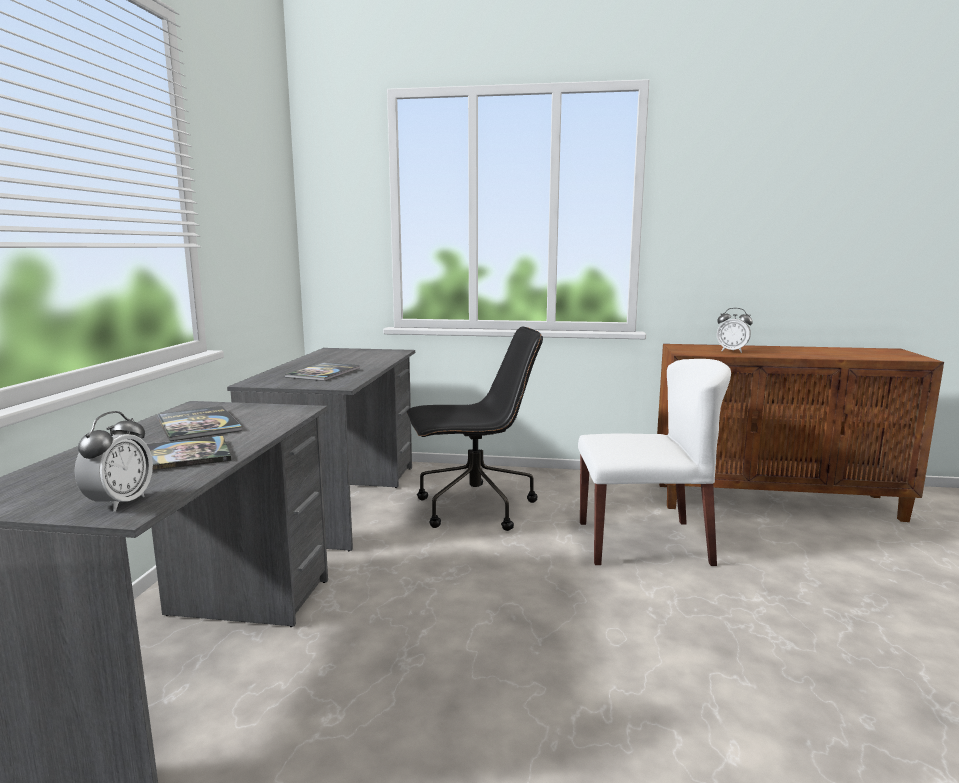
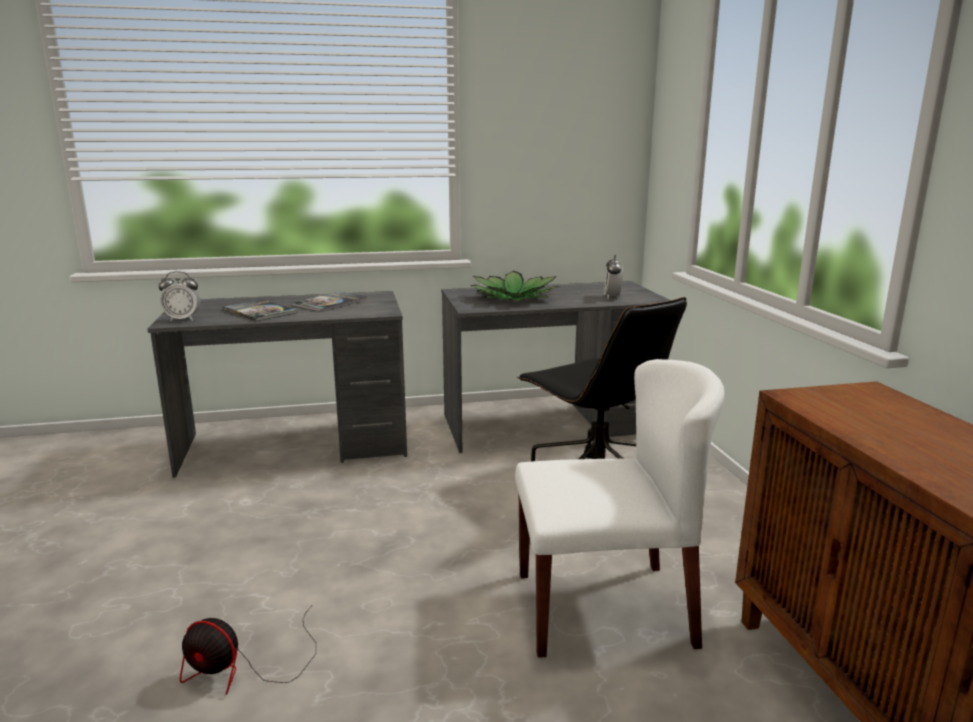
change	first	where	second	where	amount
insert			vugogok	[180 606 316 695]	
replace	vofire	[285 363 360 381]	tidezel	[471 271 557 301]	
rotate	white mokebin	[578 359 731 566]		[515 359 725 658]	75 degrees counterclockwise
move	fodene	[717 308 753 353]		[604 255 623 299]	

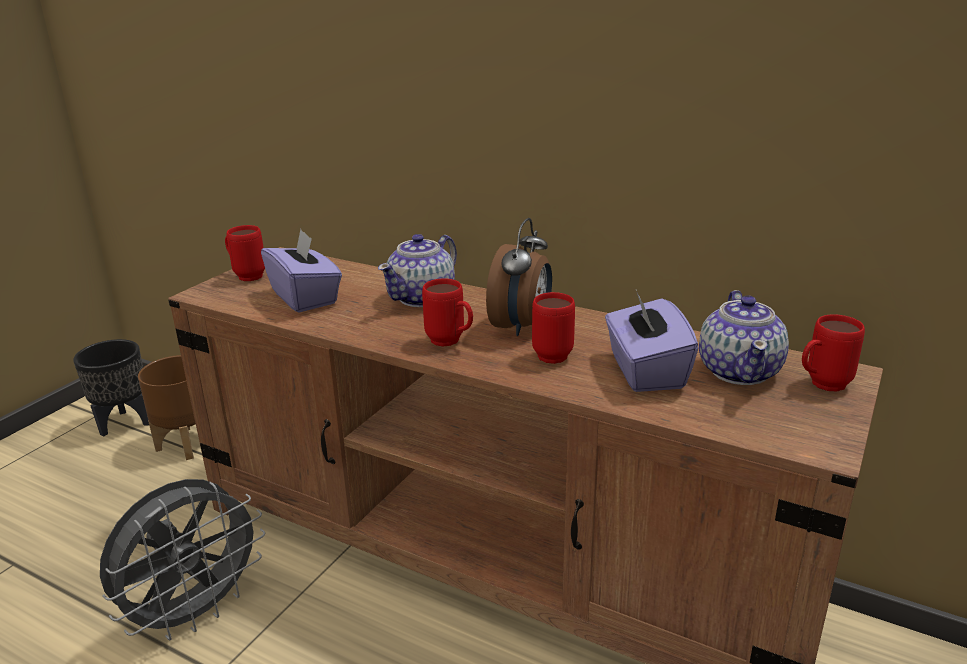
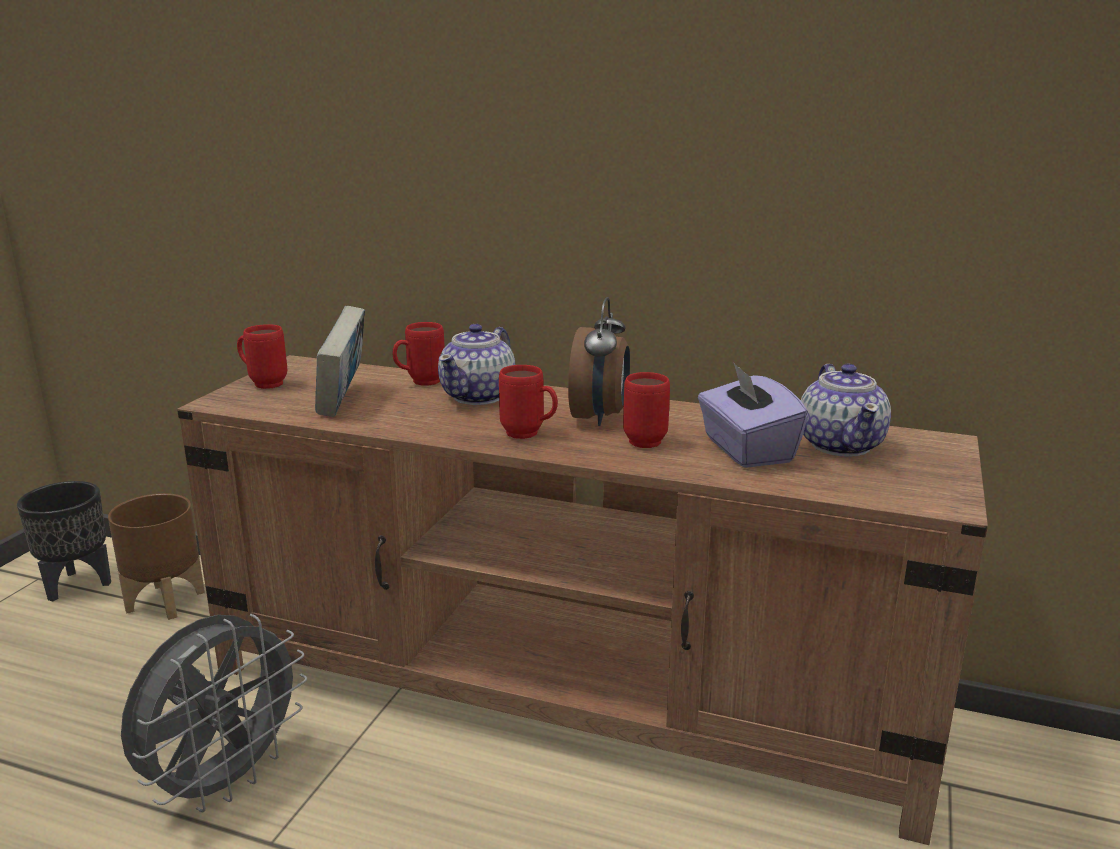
change	first	where	second	where	amount
replace	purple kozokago	[261 230 342 312]	vofire	[315 306 365 417]	
move	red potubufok	[802 314 865 392]		[392 322 445 386]	

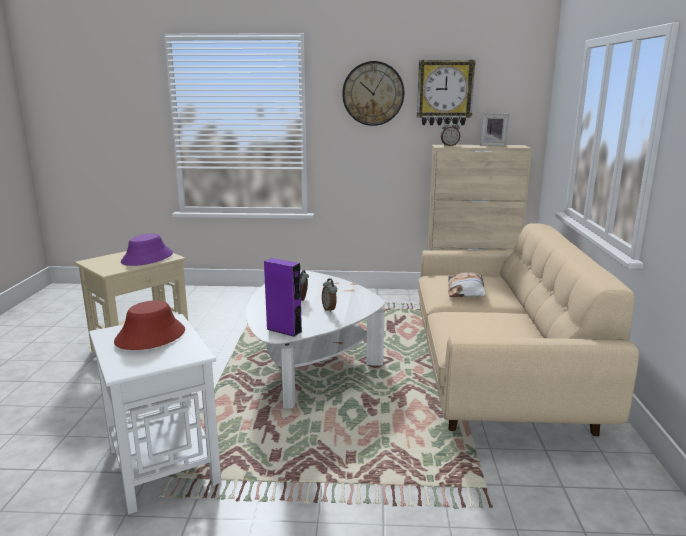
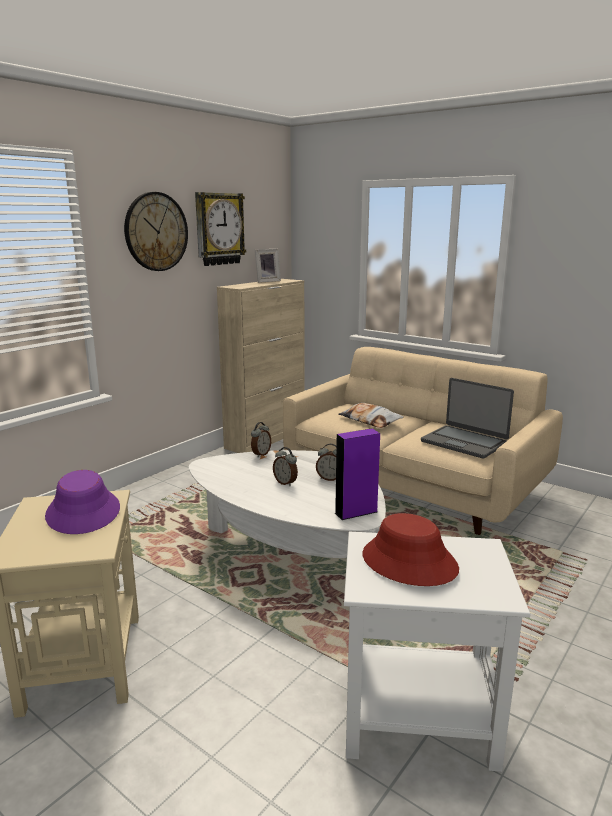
change	first	where	second	where	amount
move	fodene	[441 120 460 146]		[251 422 271 457]	
insert			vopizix	[421 378 514 459]	

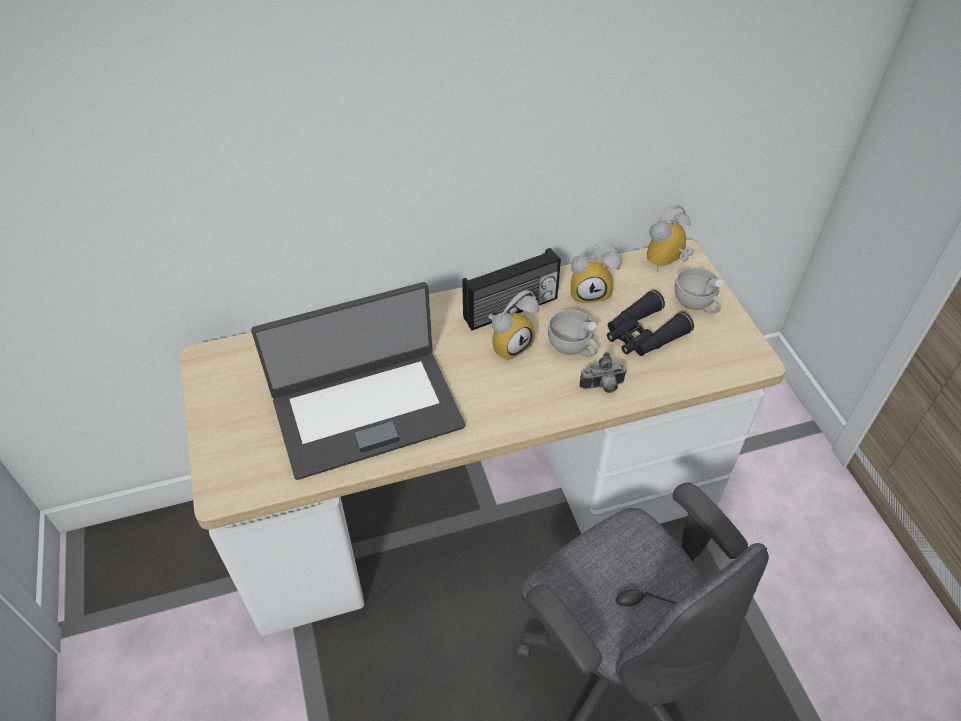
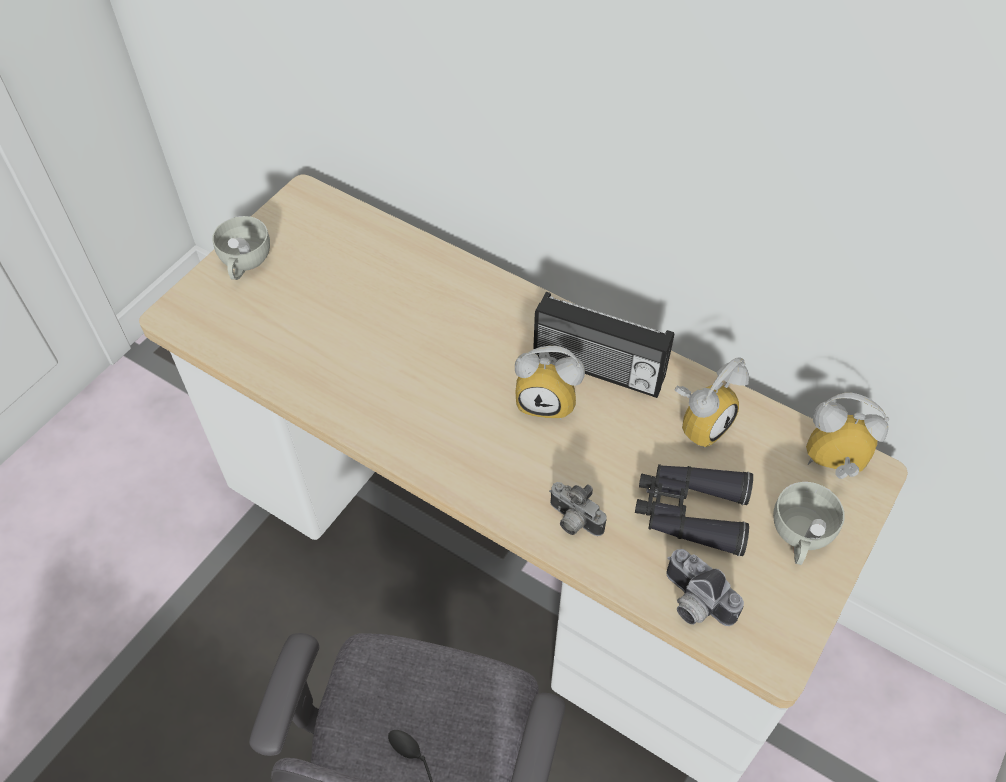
change	first	where	second	where	amount
move	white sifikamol	[548 310 598 357]		[212 216 270 280]	
insert			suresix	[666 549 744 626]	
rotate	fodene	[571 242 622 304]		[675 357 749 448]	90 degrees counterclockwise
delete	vopizix	[251 282 465 480]			

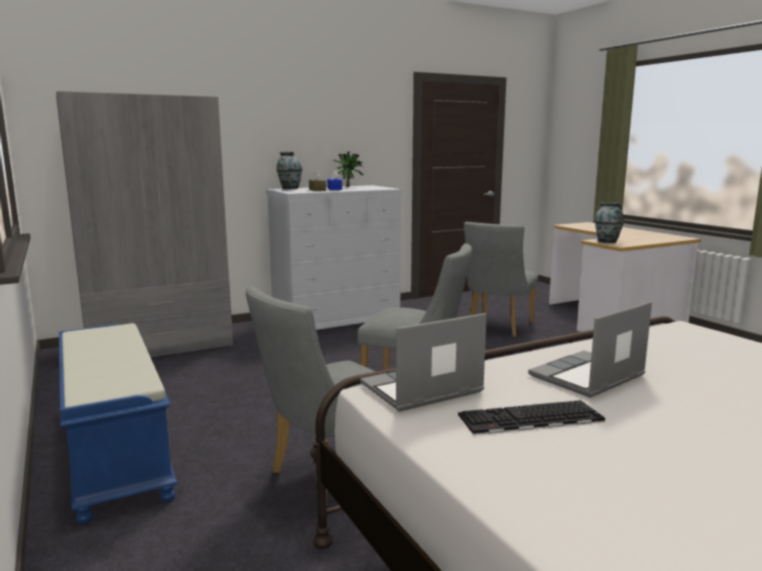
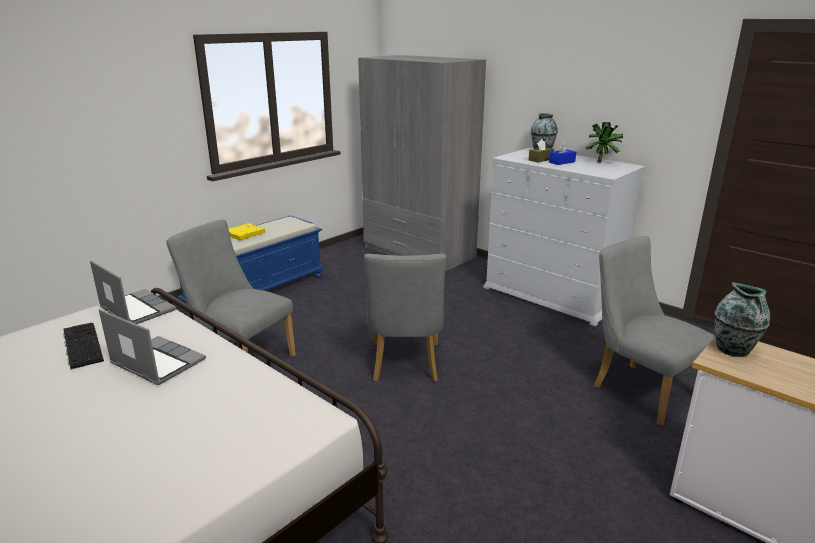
change	first	where	second	where	amount
insert			yellow vofire	[229 223 265 240]	
rotate	grey mokebin	[464 222 538 337]		[594 236 715 426]	45 degrees clockwise

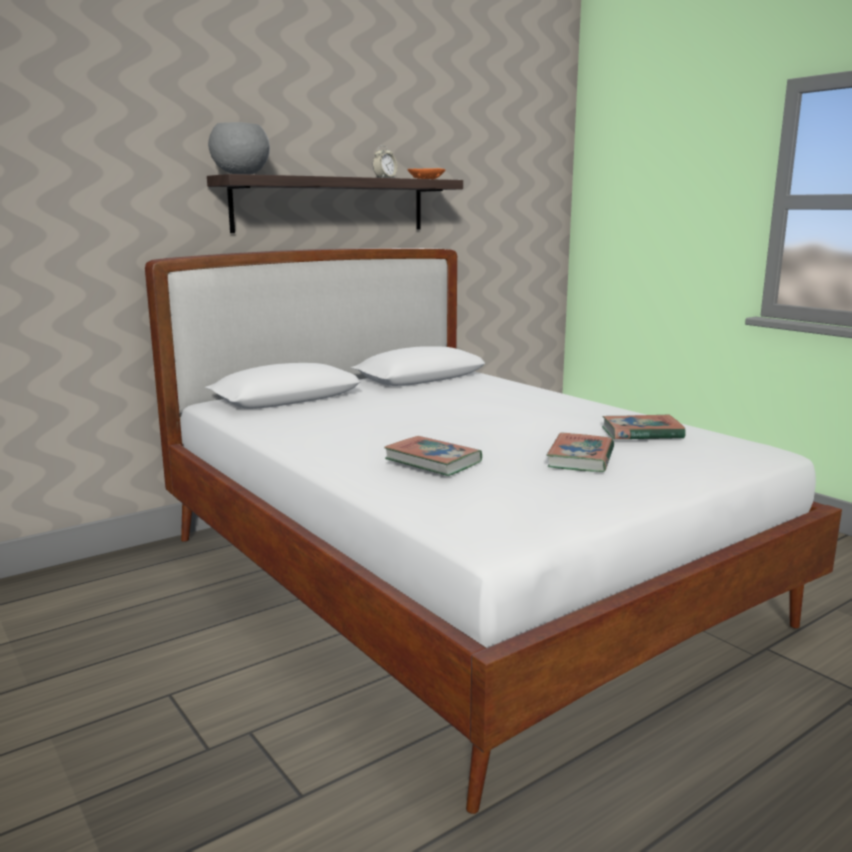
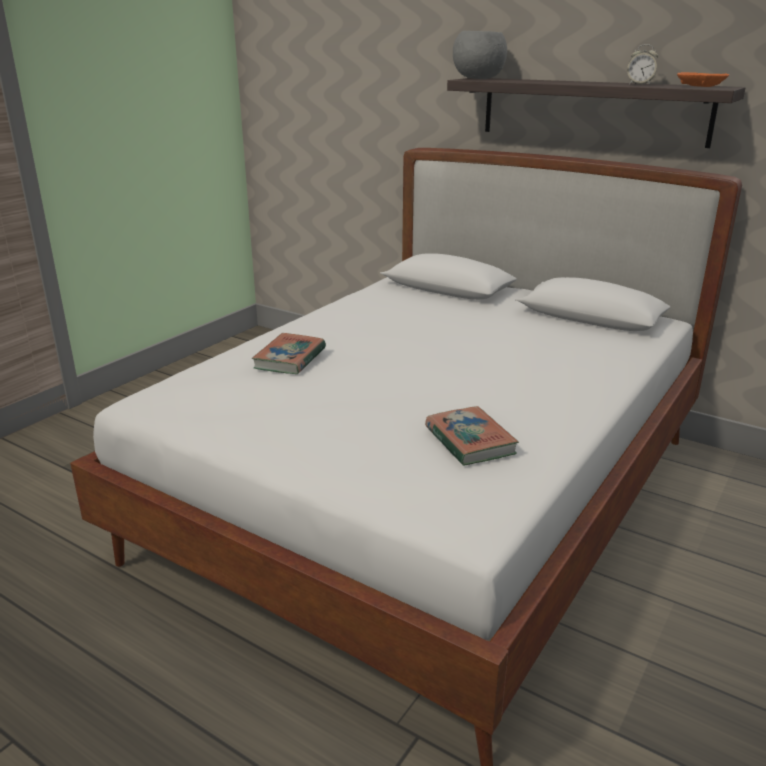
change	first	where	second	where	amount
delete	vofire	[547 433 614 472]			

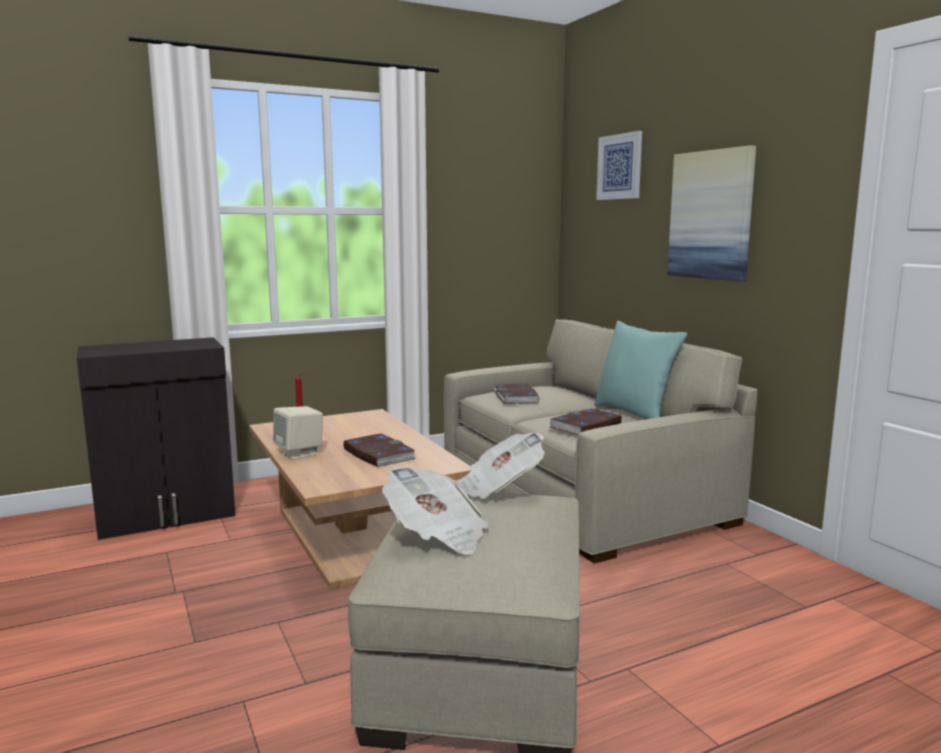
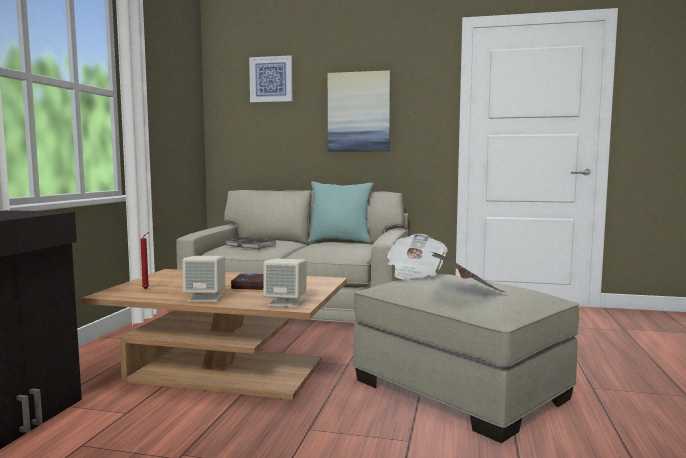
change	first	where	second	where	amount
insert			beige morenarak	[263 259 307 307]	
delete	vofire	[549 409 622 435]			

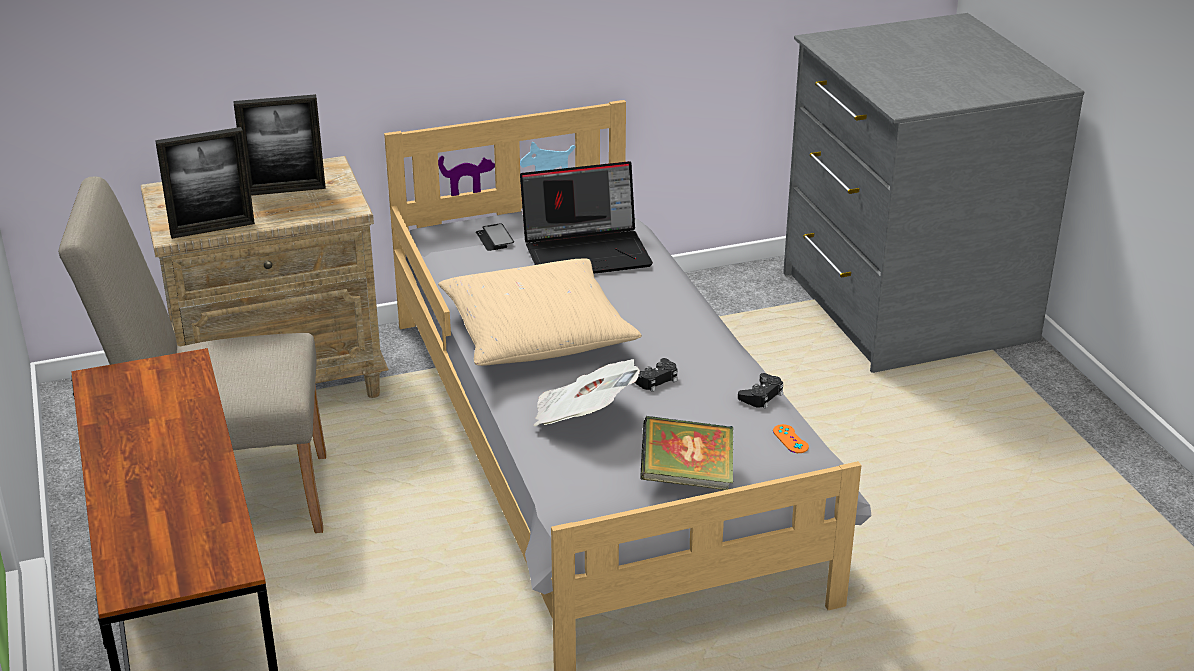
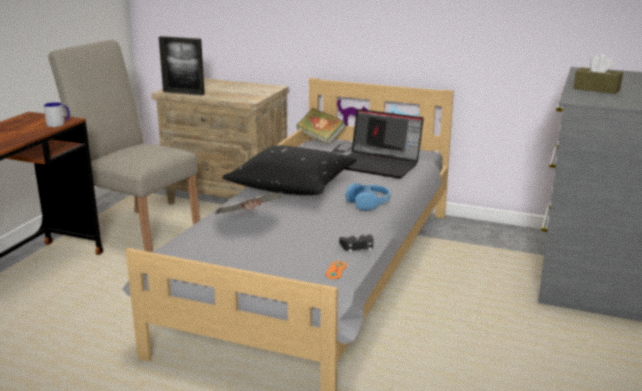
change	first	where	second	where	amount
insert			potubufok	[44 102 70 127]	
recolor	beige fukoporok	[438 258 642 366]	black fukoporok	[222 145 357 195]	
move	vofire	[640 416 734 490]		[296 108 346 145]	
insert			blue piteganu	[345 183 391 211]	
insert			brown kozokago	[574 54 623 94]	
delete	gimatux	[234 94 326 196]			
delete	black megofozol	[635 358 677 392]			

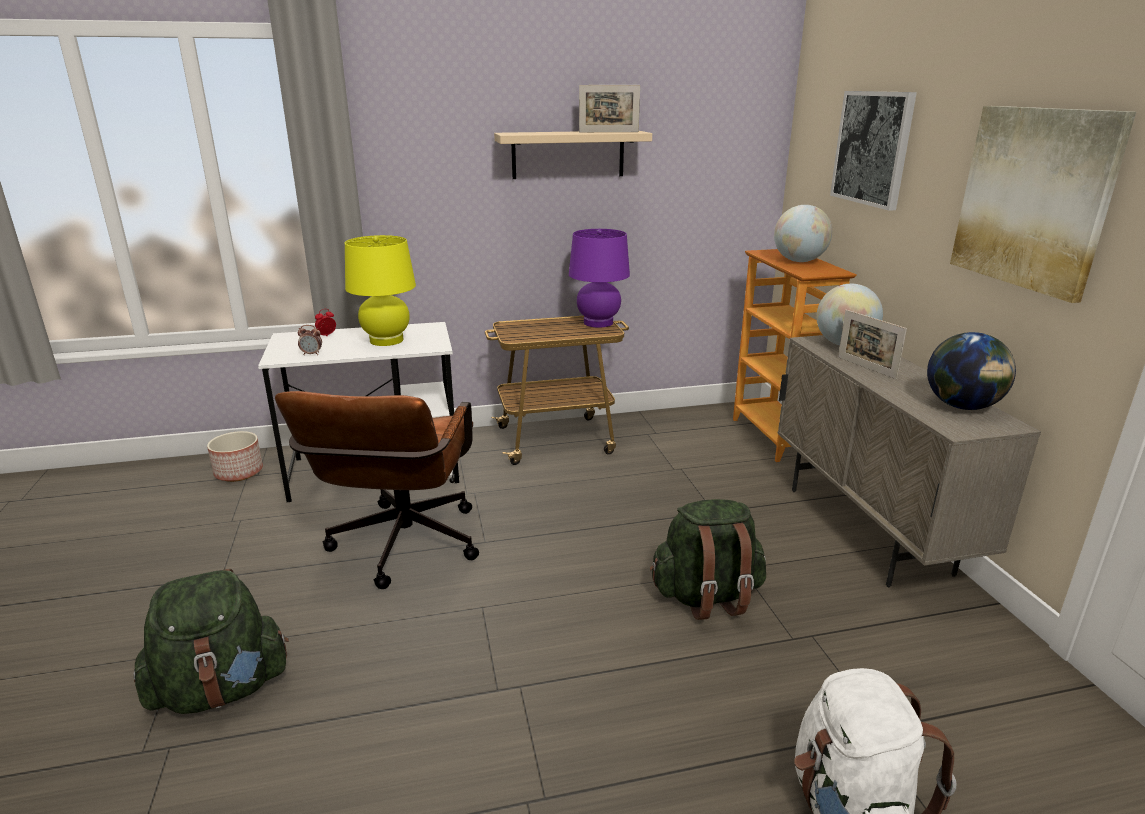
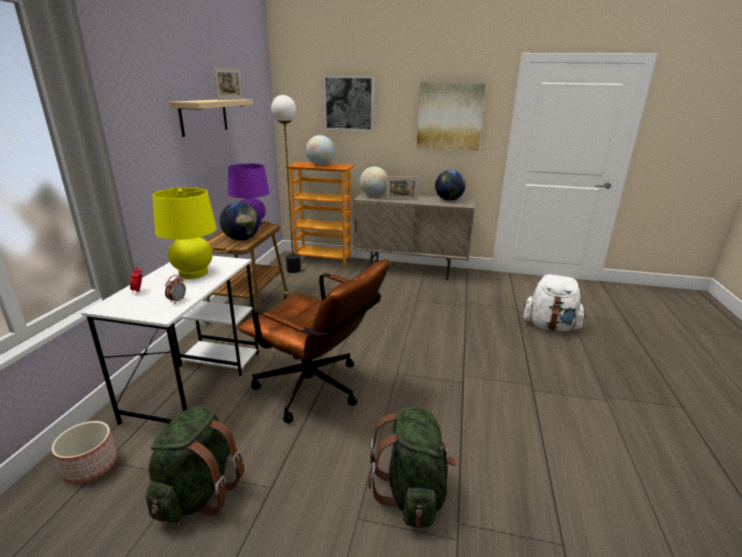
change	first	where	second	where	amount
move	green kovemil	[650 499 766 620]		[146 406 244 523]	
insert			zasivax	[220 202 260 241]	
insert			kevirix	[271 95 301 273]	

